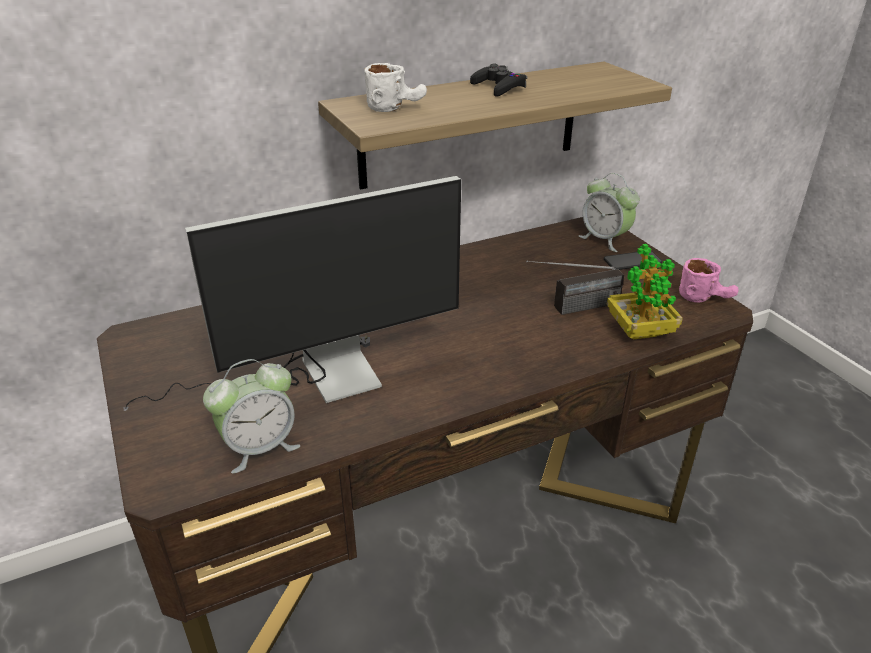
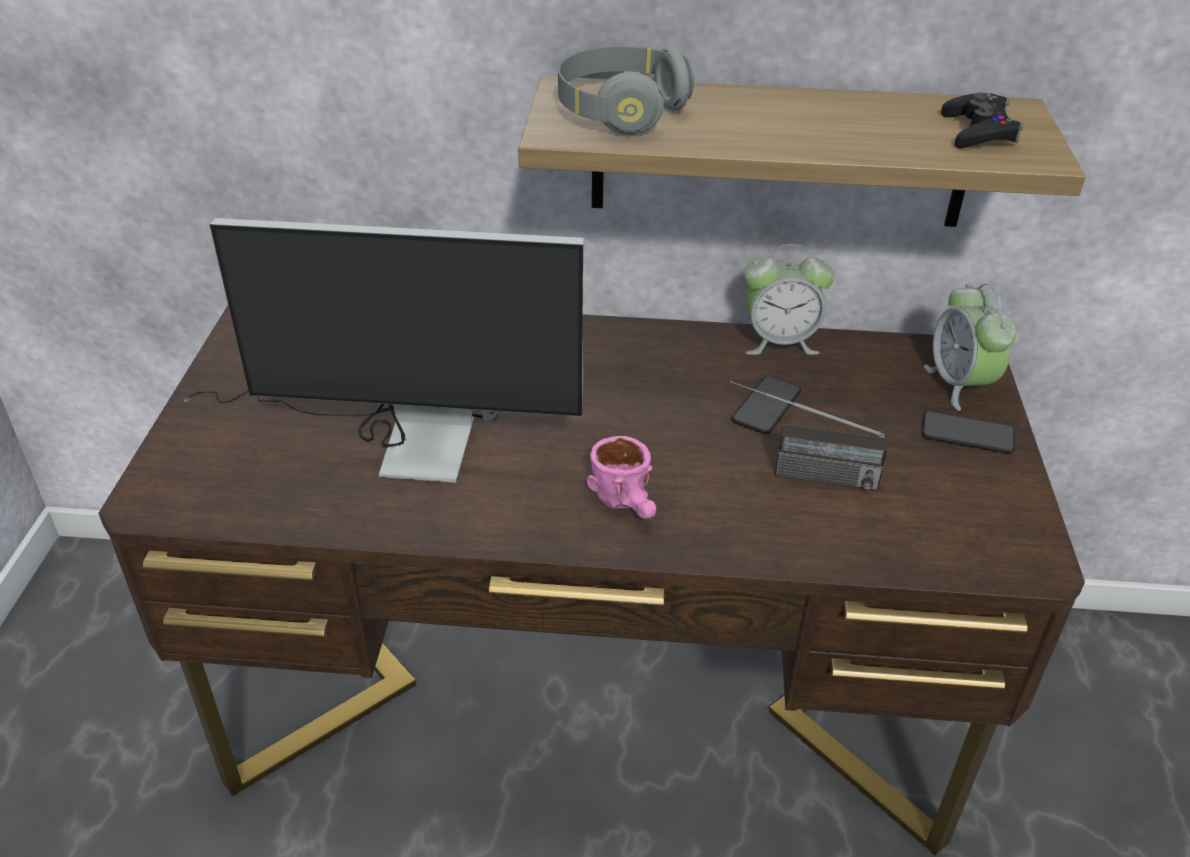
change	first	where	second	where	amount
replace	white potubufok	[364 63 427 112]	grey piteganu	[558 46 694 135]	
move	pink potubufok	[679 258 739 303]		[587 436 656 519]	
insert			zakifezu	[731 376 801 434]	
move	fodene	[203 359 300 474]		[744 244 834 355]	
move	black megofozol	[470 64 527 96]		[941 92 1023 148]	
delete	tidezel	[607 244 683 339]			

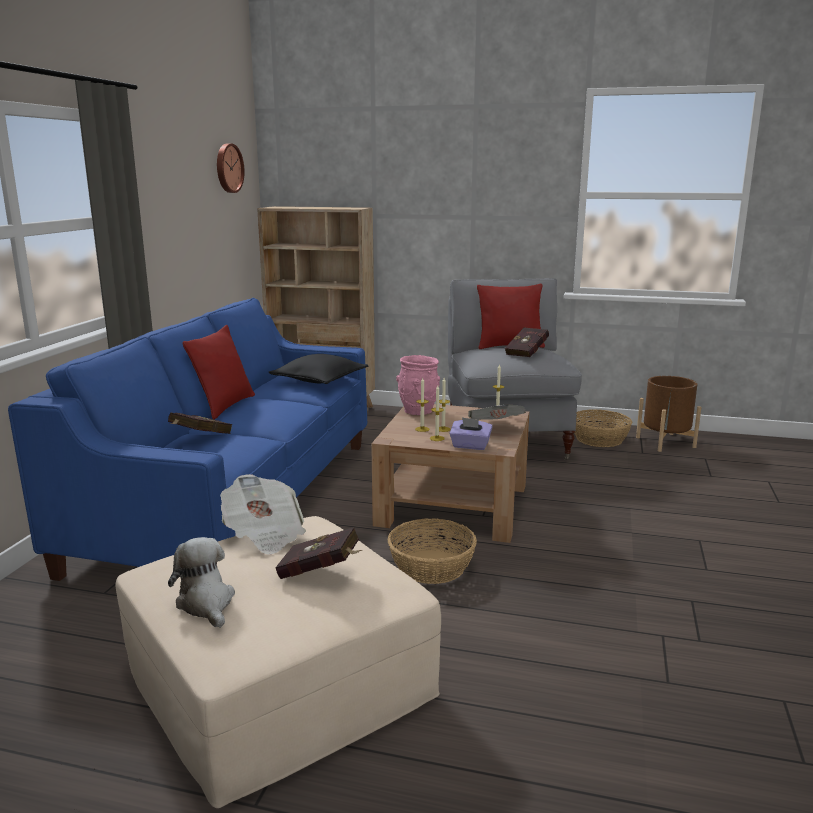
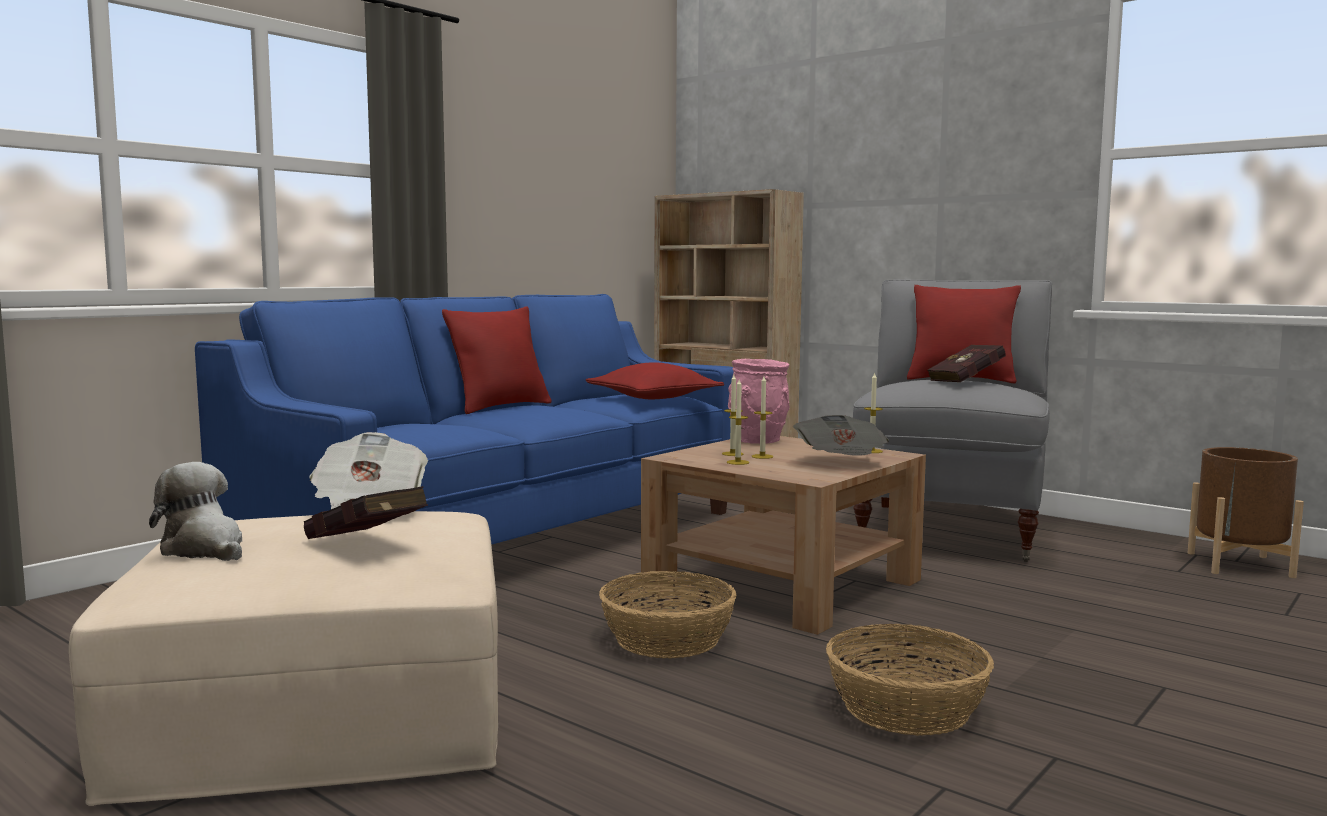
change	first	where	second	where	amount
rotate	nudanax	[168 537 235 628]		[149 462 242 561]	45 degrees counterclockwise
recolor	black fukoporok	[269 354 369 384]	red fukoporok	[586 362 724 399]	
move	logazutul	[574 409 632 447]		[826 624 994 736]	
delete	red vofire	[168 412 233 434]			
delete	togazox	[217 143 245 193]			
delete	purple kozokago	[450 417 493 450]			

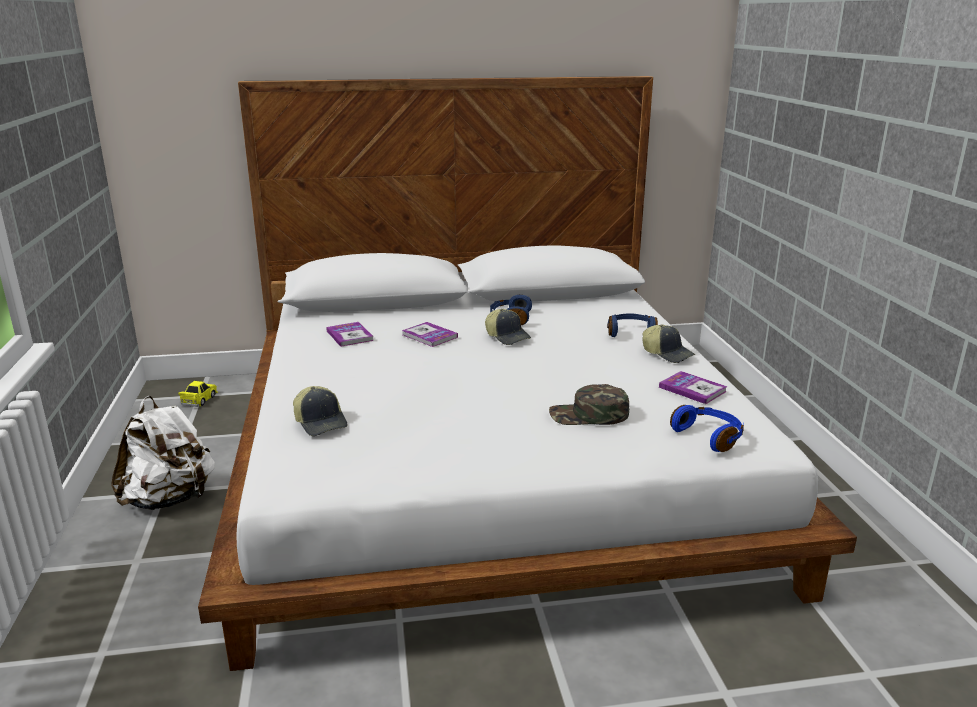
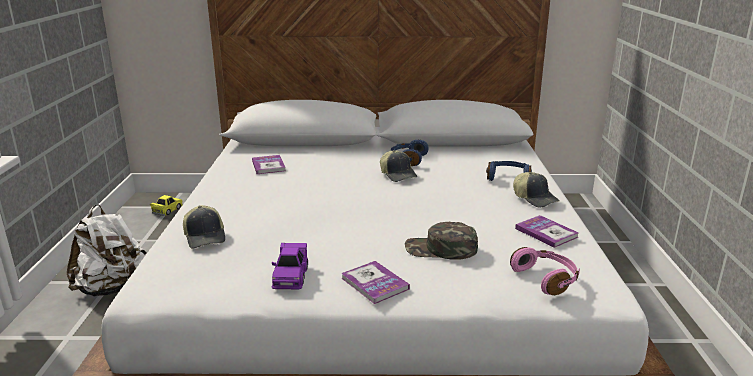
change	first	where	second	where	amount
insert			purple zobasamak	[272 243 308 289]	
move	vofire	[402 322 458 347]		[341 261 410 304]	
recolor	blue piteganu	[670 405 744 452]	pink piteganu	[510 247 580 295]	

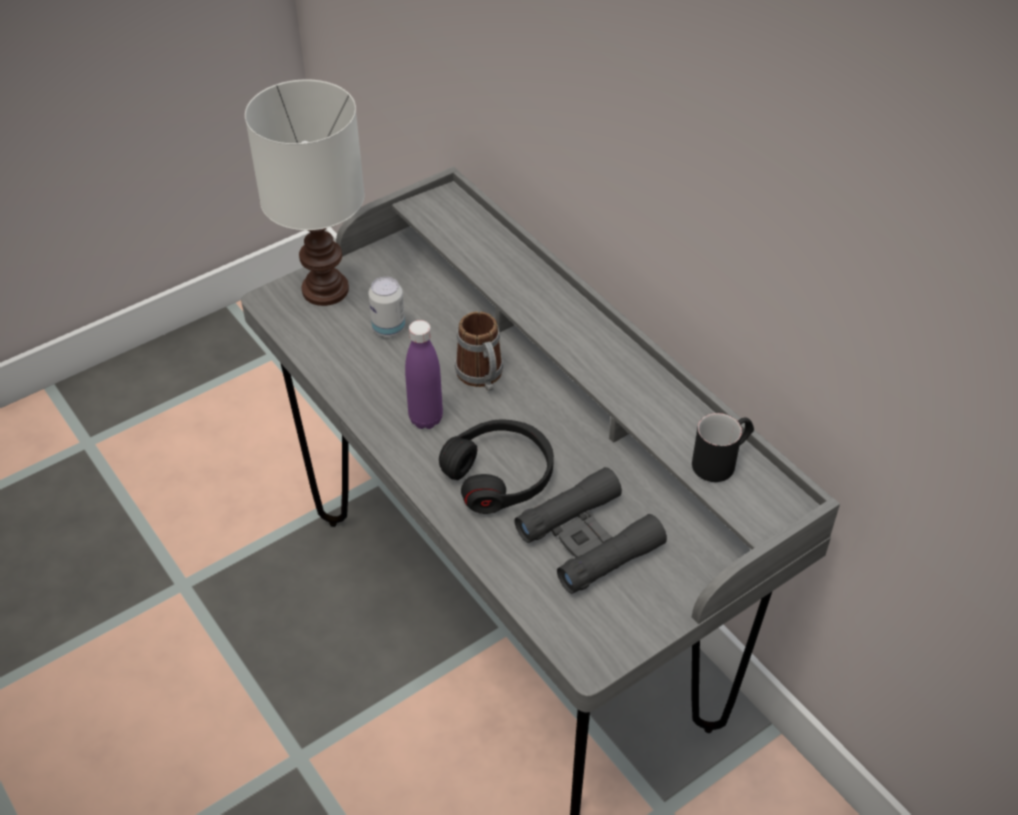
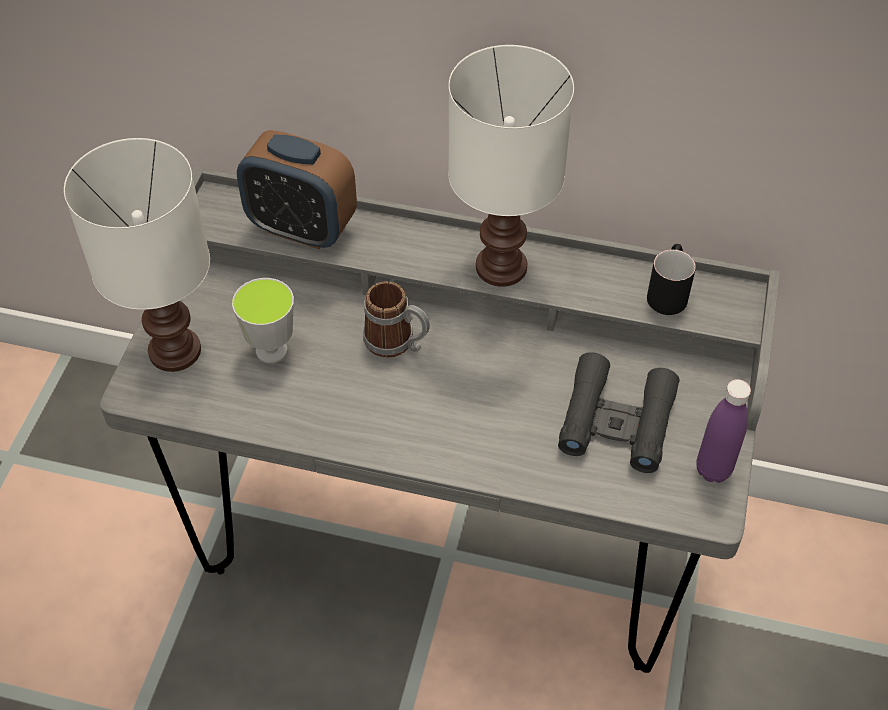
change	first	where	second	where	amount
replace	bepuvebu	[368 277 405 337]	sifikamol	[232 278 294 363]	
insert			fodene	[237 130 357 249]	
insert			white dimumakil	[448 45 574 287]	
move	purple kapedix	[405 320 443 429]		[696 379 751 483]	
delete	black piteganu	[439 420 554 514]			

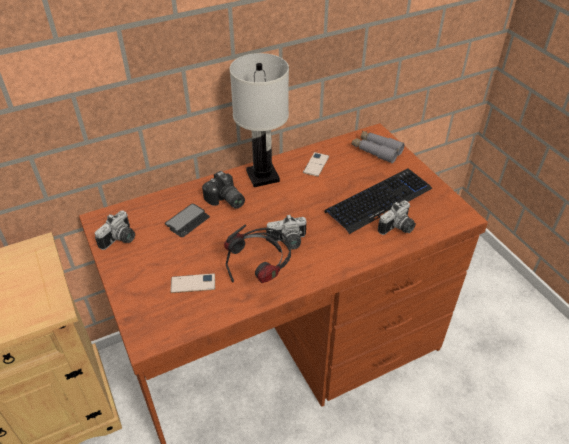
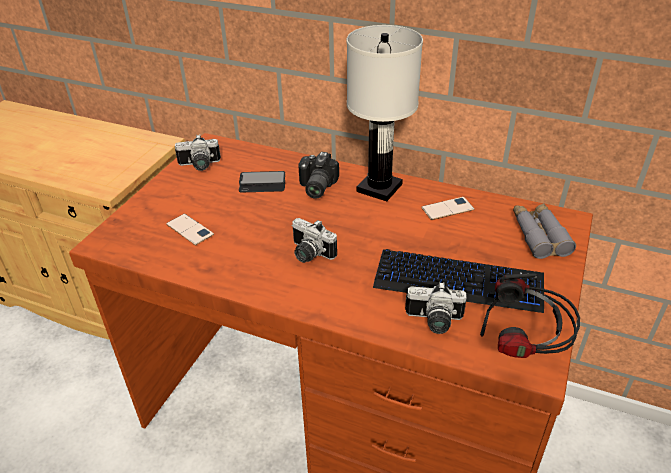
change	first	where	second	where	amount
move	piteganu	[224 225 291 283]		[480 273 580 358]	

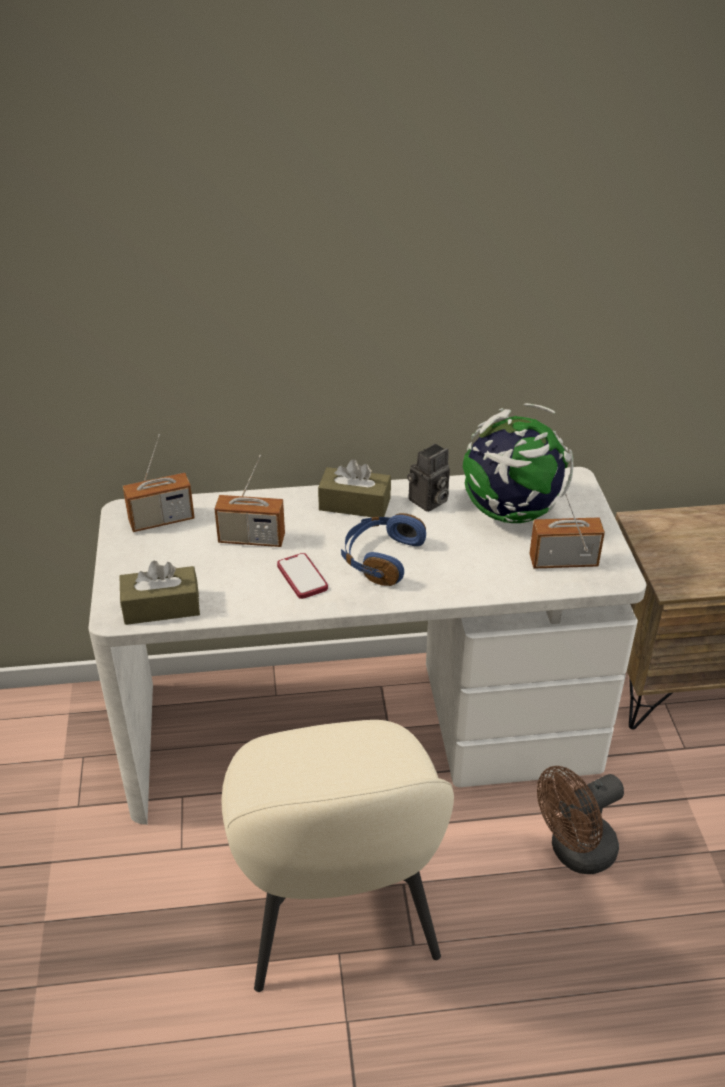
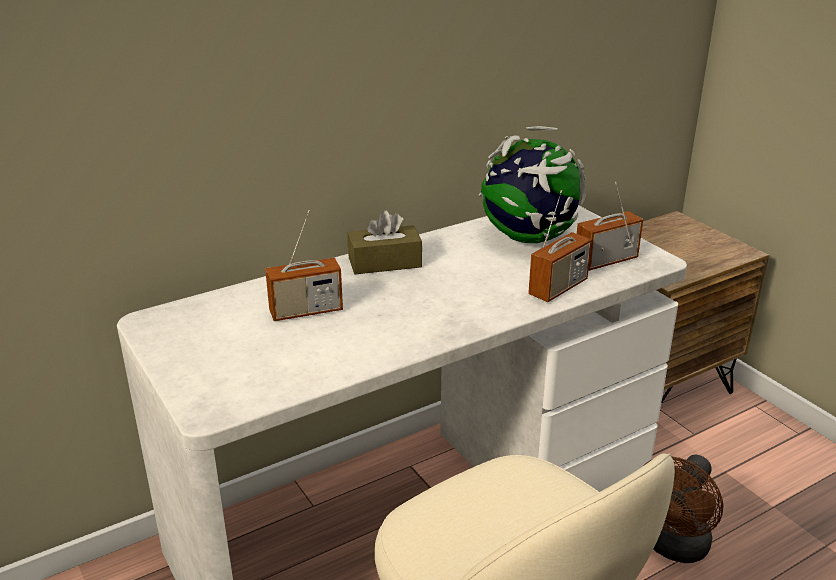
change	first	where	second	where	amount
move	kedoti	[123 434 195 532]		[528 190 592 302]	
delete	brown kozokago	[119 561 200 625]			
delete	zakifezu	[277 553 328 599]			
delete	blue piteganu	[341 513 426 586]			
delete	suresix	[407 443 450 512]			

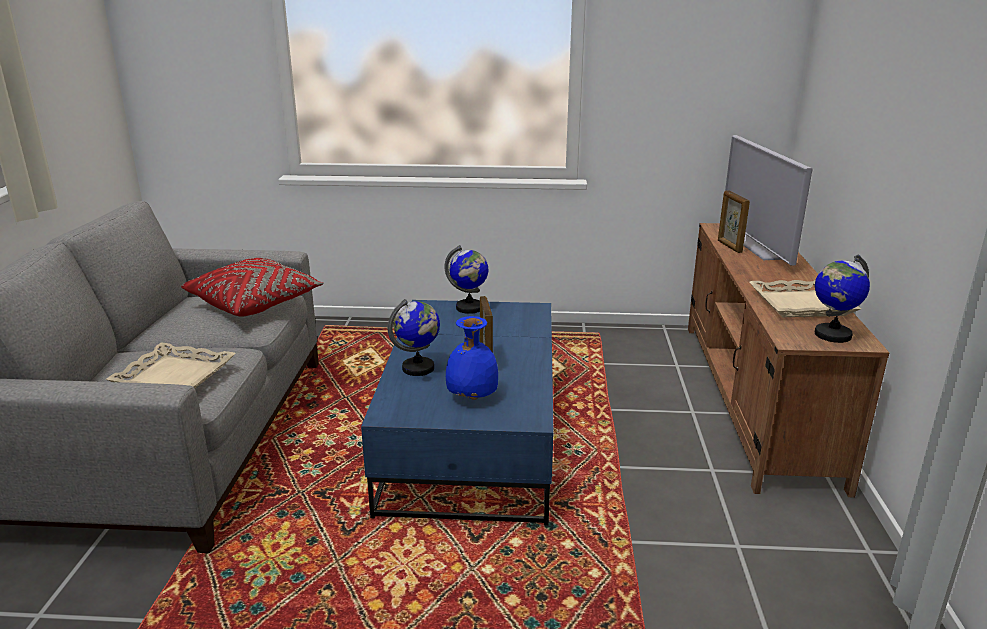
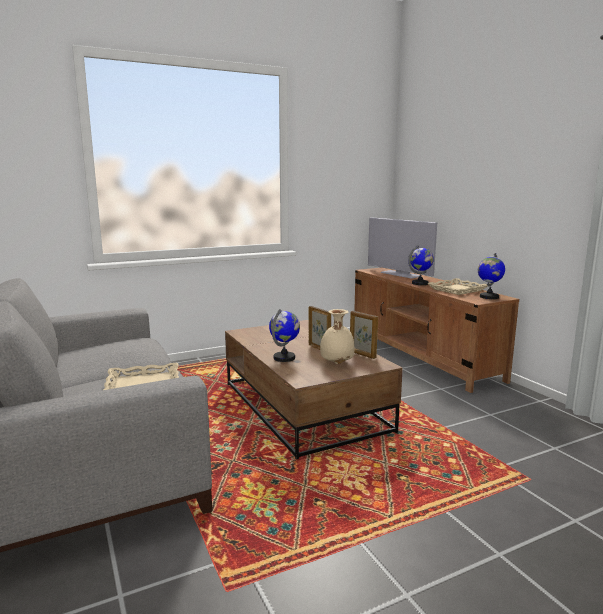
change	first	where	second	where	amount
recolor	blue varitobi	[361 300 554 525]	brown varitobi	[225 320 403 460]	
recolor	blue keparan	[446 316 498 400]	beige keparan	[320 309 355 364]	
move	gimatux	[718 190 750 253]		[350 311 378 359]	
move	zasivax	[444 245 488 314]		[408 245 434 285]	
delete	red fukoporok	[181 258 324 317]			

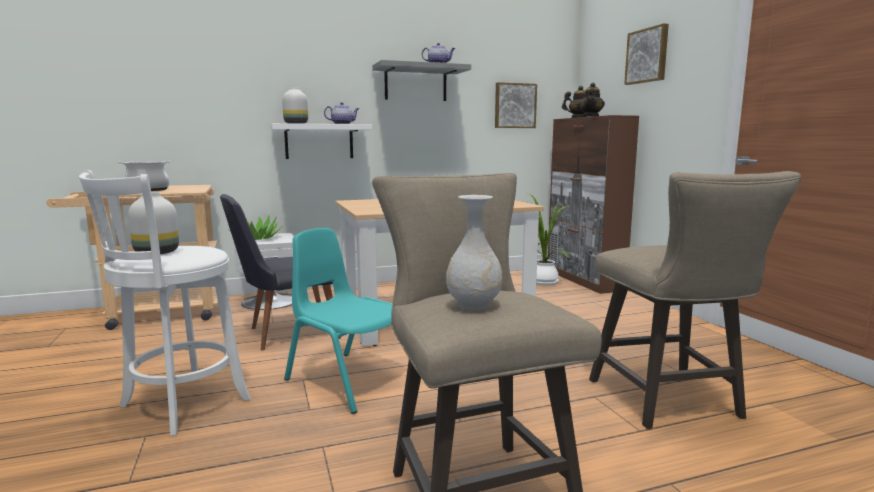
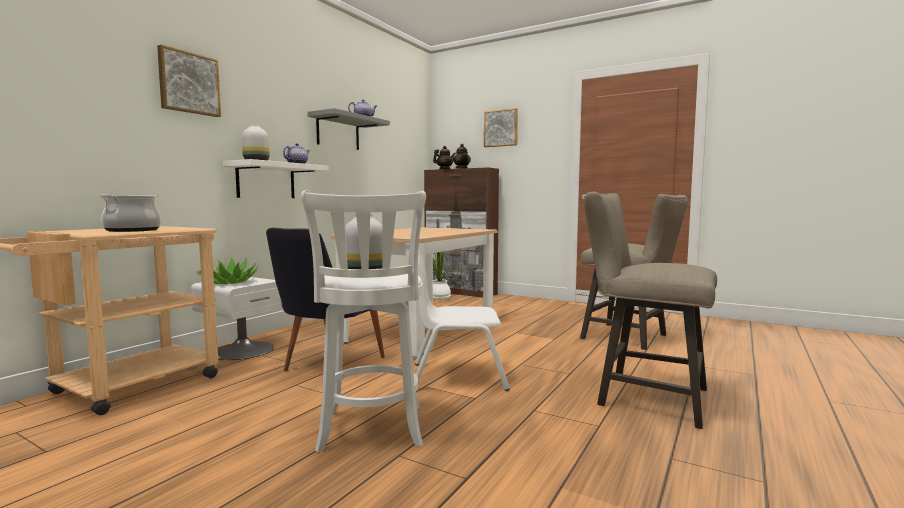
change	first	where	second	where	amount
move	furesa	[495 82 537 128]		[157 45 221 117]	
recolor	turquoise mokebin	[284 228 393 414]	white mokebin	[415 250 510 391]	
delete	white keparan	[446 195 502 310]			

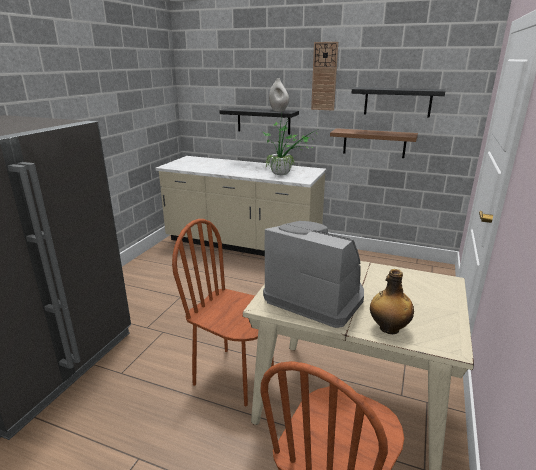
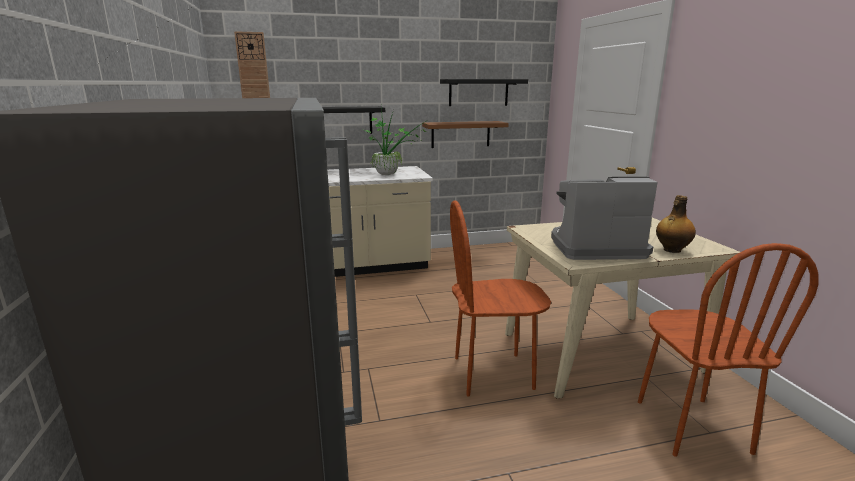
change	first	where	second	where	amount
move	togazox	[311 42 338 111]		[234 31 270 98]	
delete	white keparan	[269 78 289 112]			

